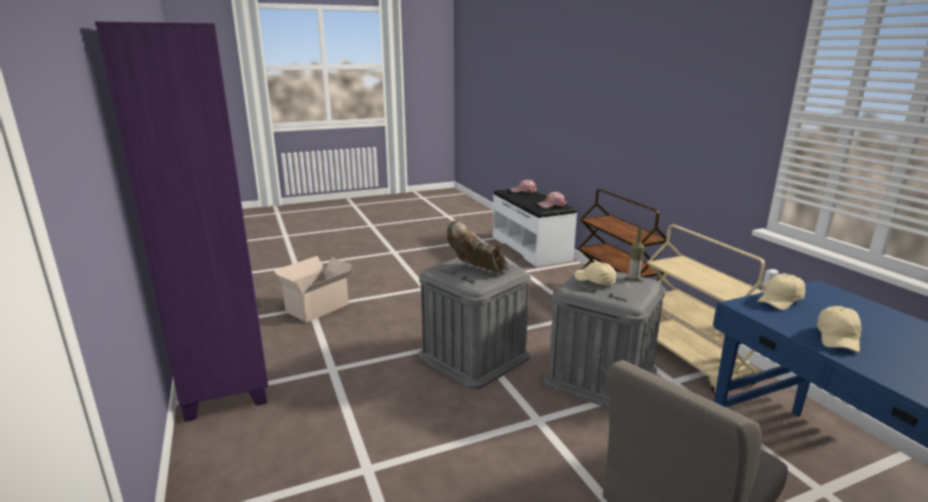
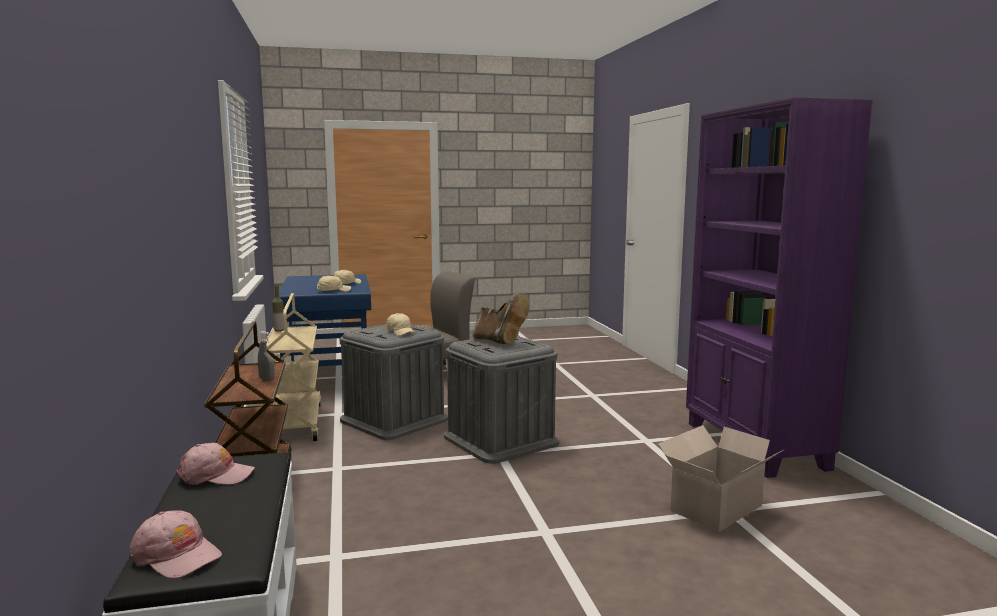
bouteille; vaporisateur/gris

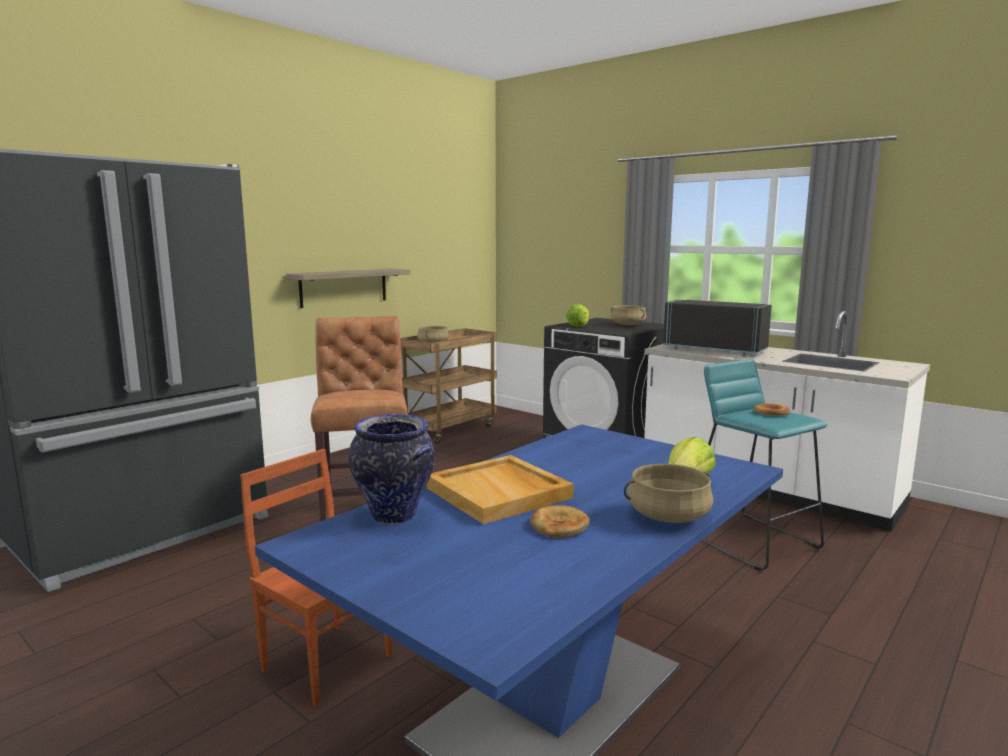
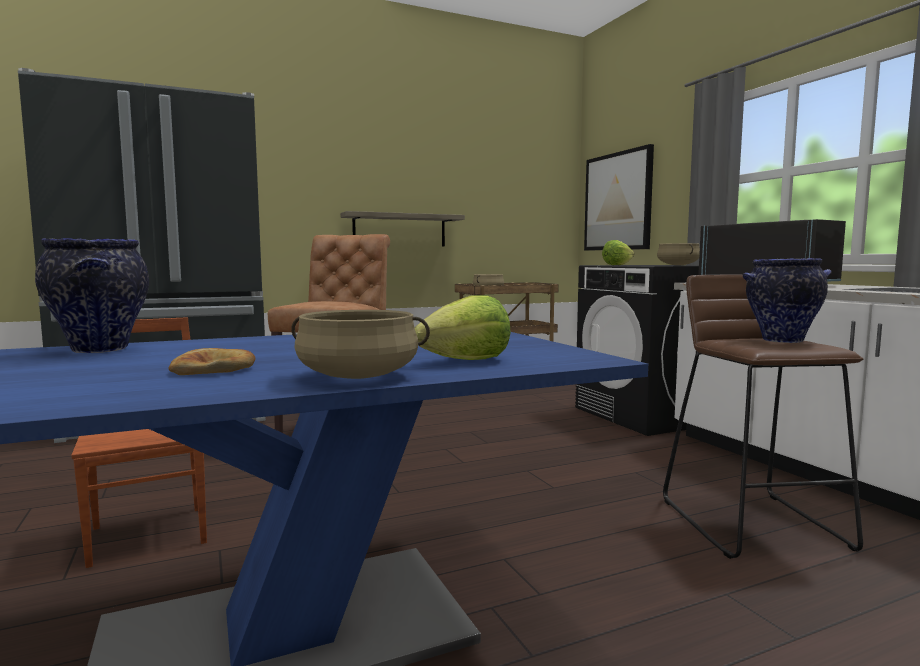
plateau/beige; tabouret/marron (no. 2 from left); vase (no. 2 from left); tableau

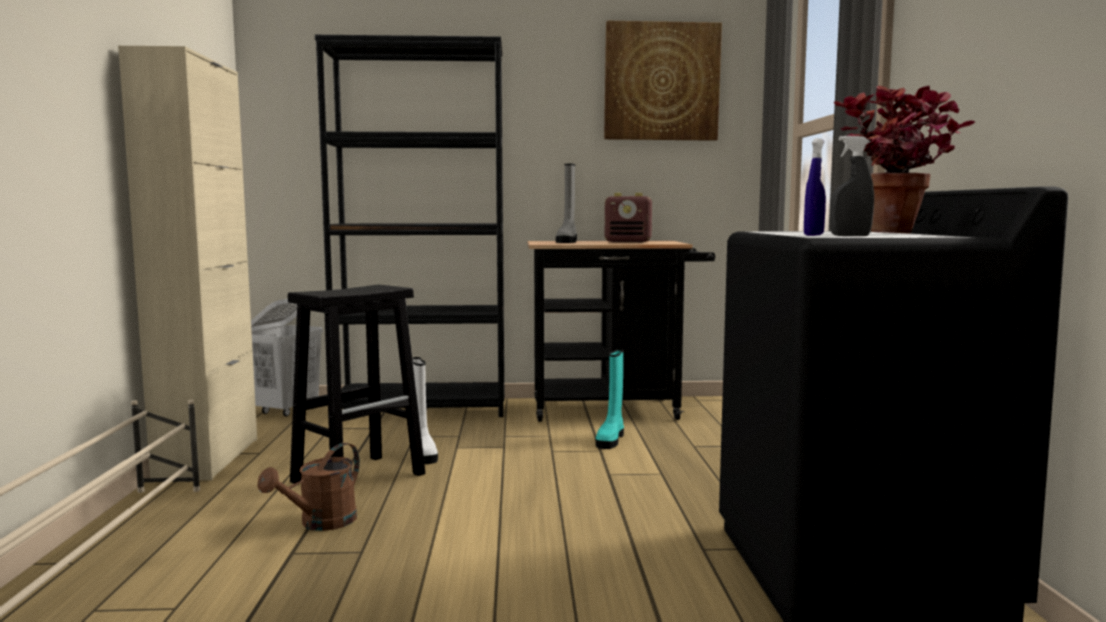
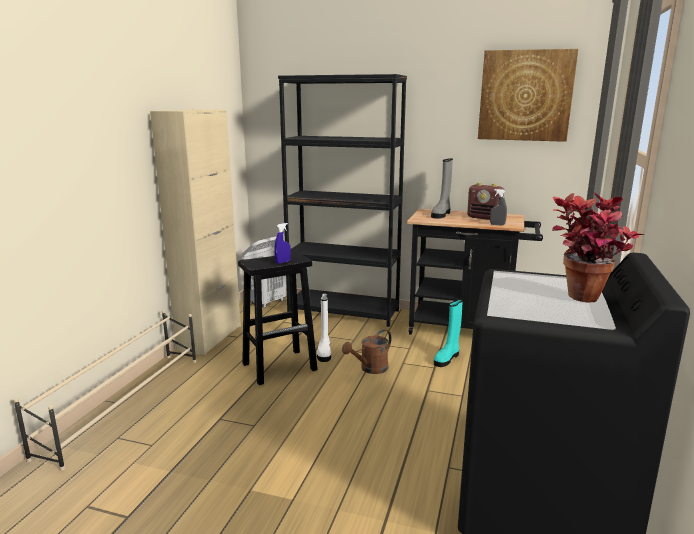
arrosoir/marron; vaporisateur/bleu; vaporisateur/gris

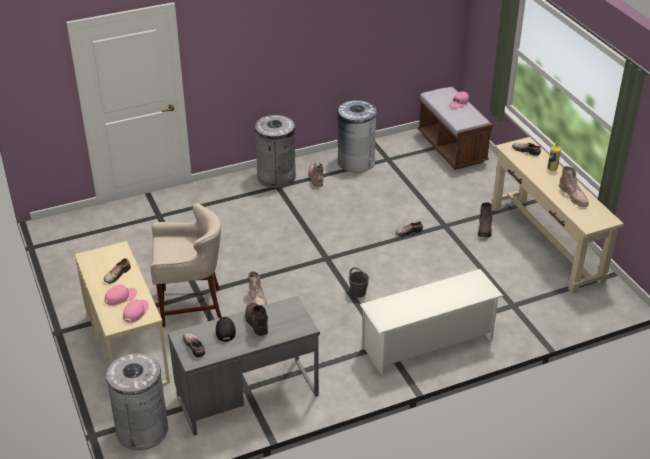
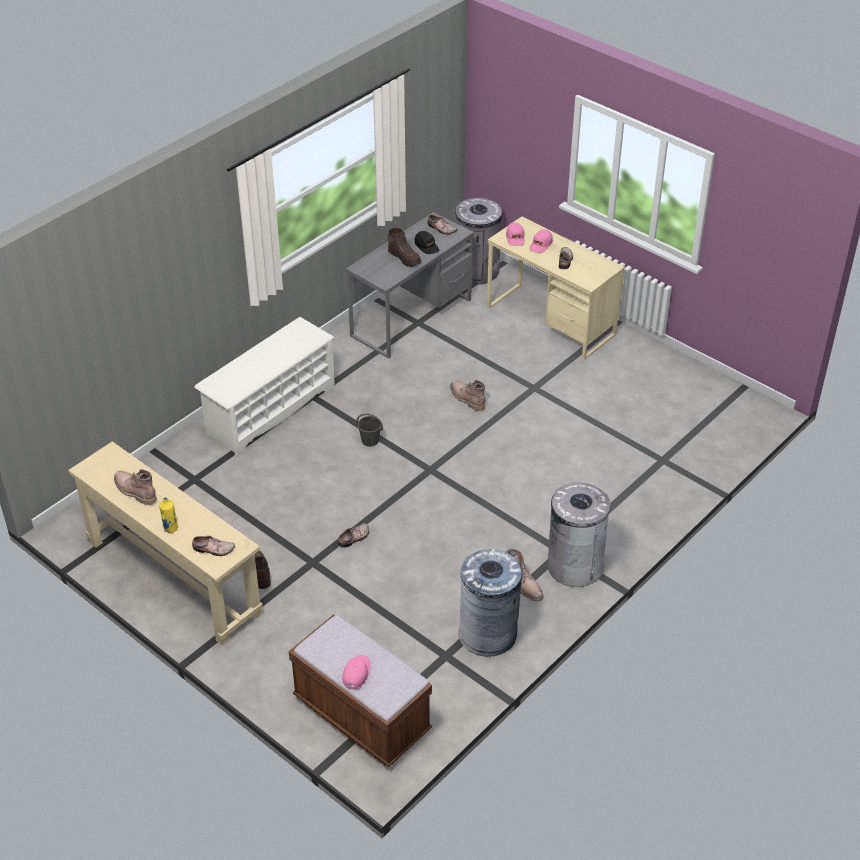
tabouret/beige

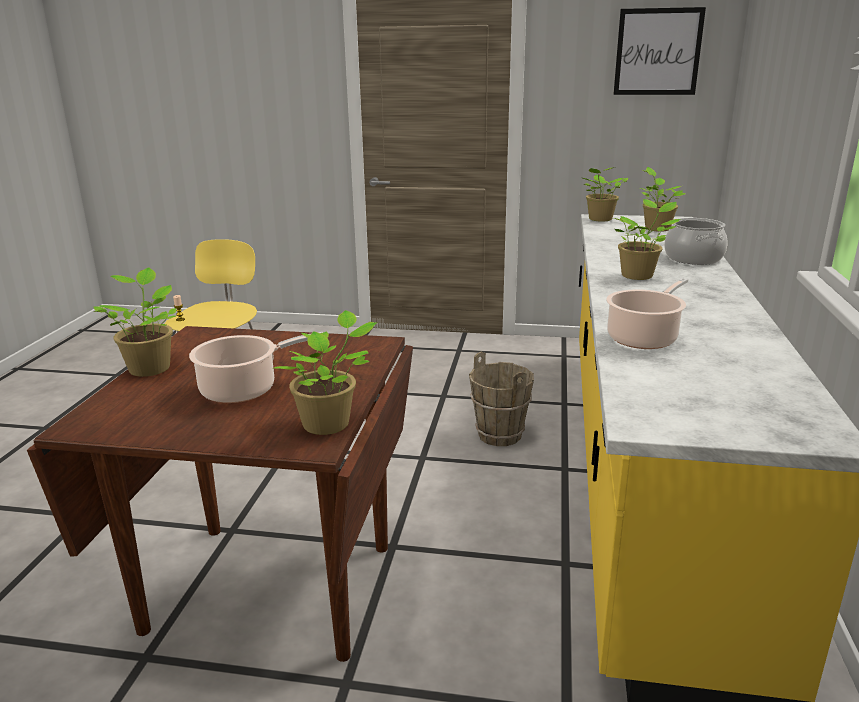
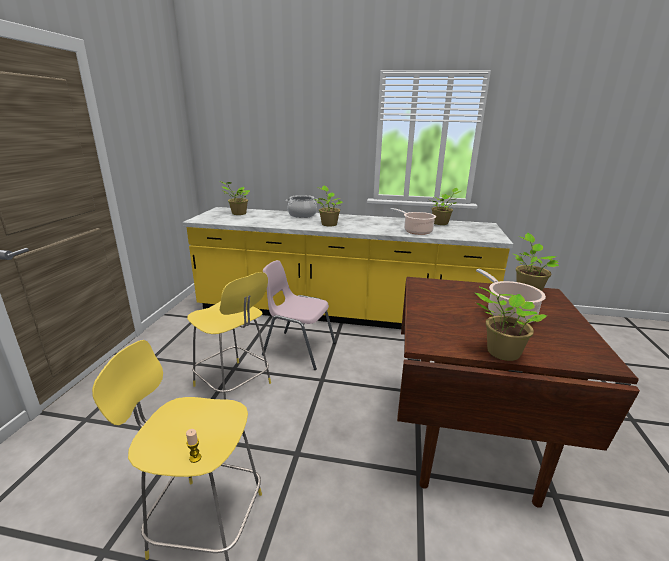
chaise/rose; plante en pot (no. 3 from left); tableau; tabouret/jaune (no. 2 from left)

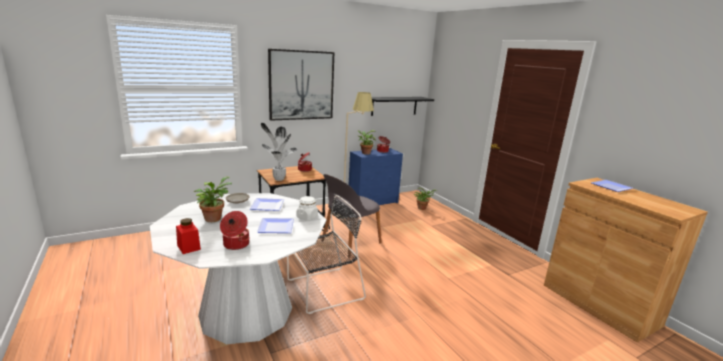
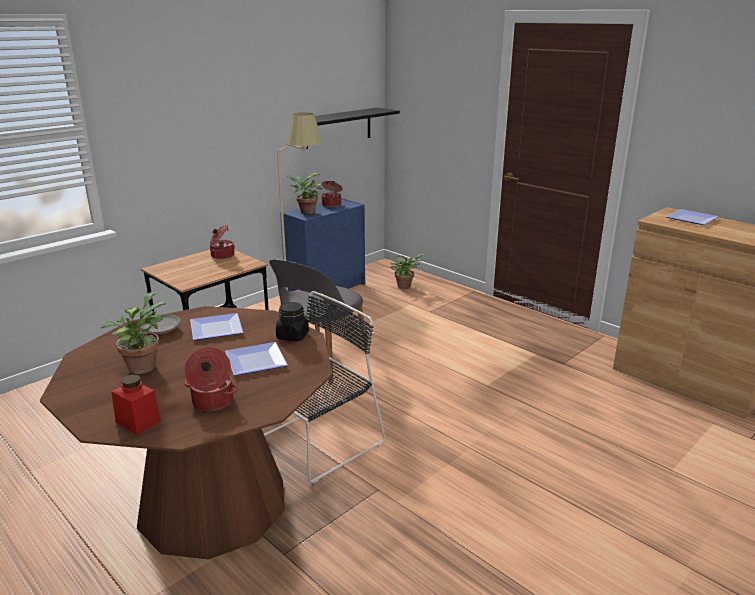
table à manger/marron; plante en pot (no. 2 from left in the first image); tableau; bocal/noir

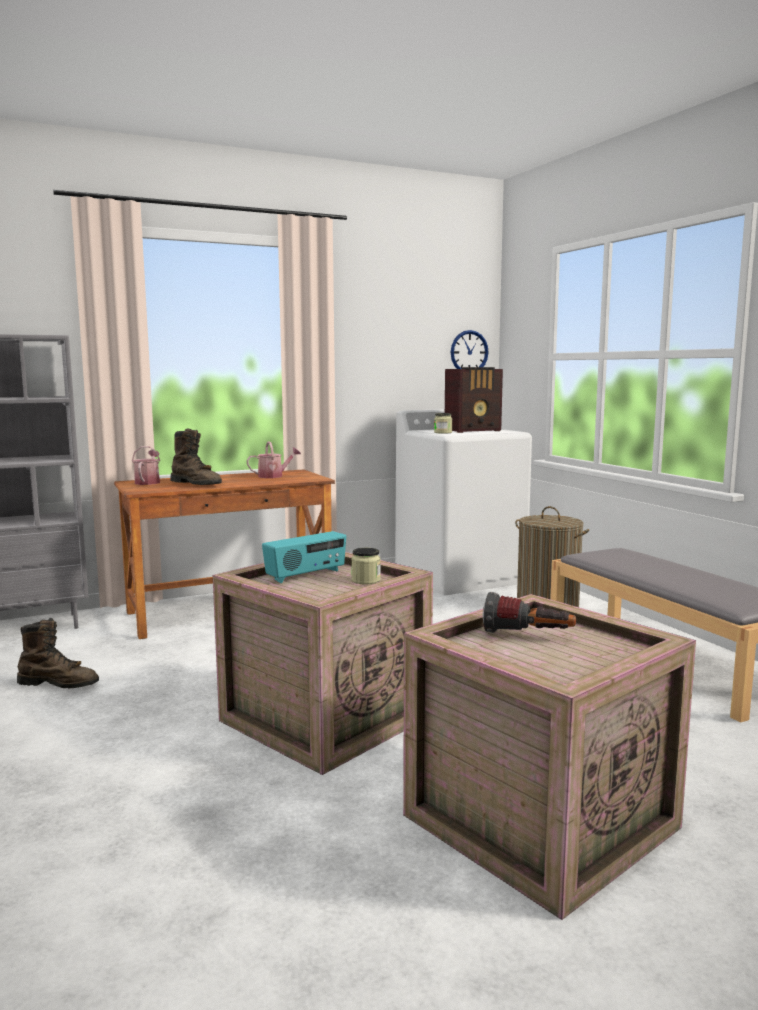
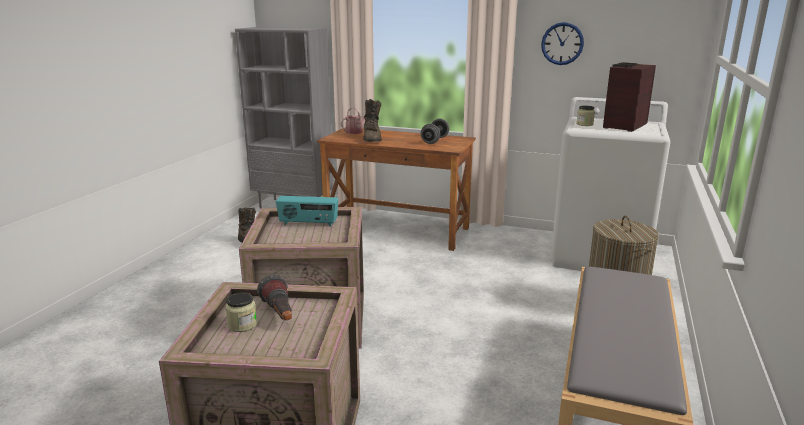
haltère/gris; bocal (no. 1 from left); radio (no. 2 from left); horloge murale

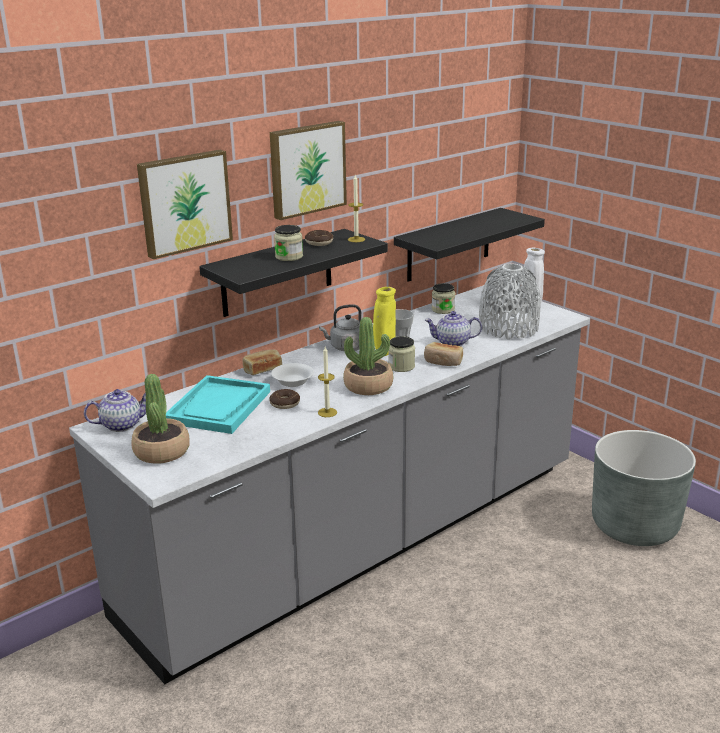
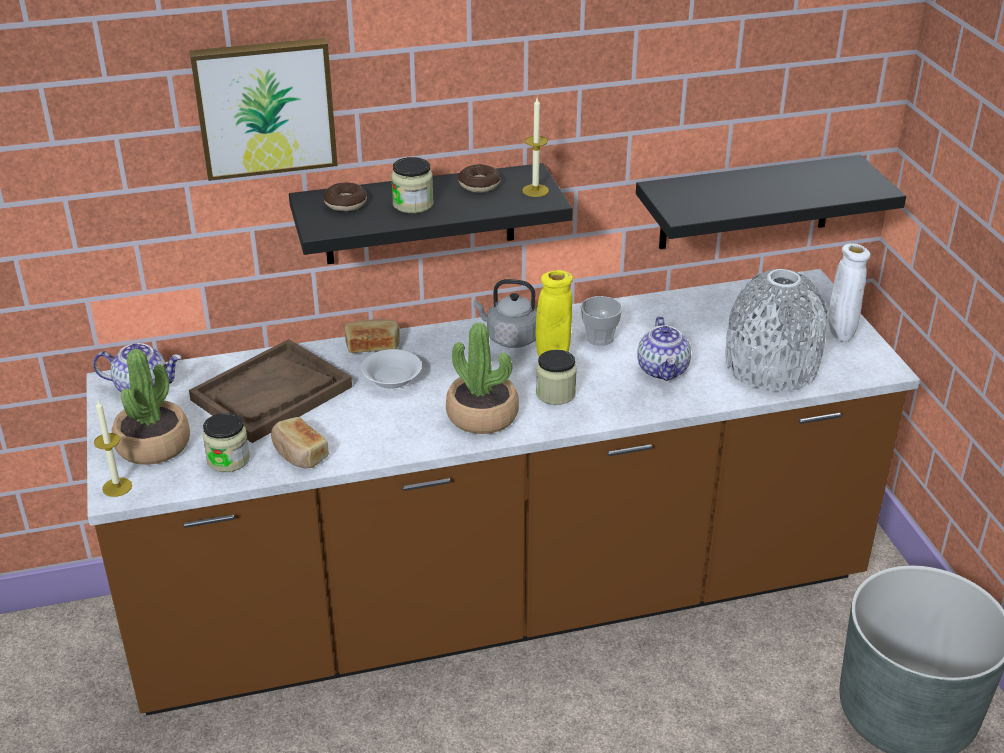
comptoir de cuisine/marron; plateau/marron; beignet (no. 1 from left); tableau (no. 2 from left in the first image); bougie (no. 1 from left); pain (no. 1 from left); théière (no. 2 from left); bocal (no. 1 from left)

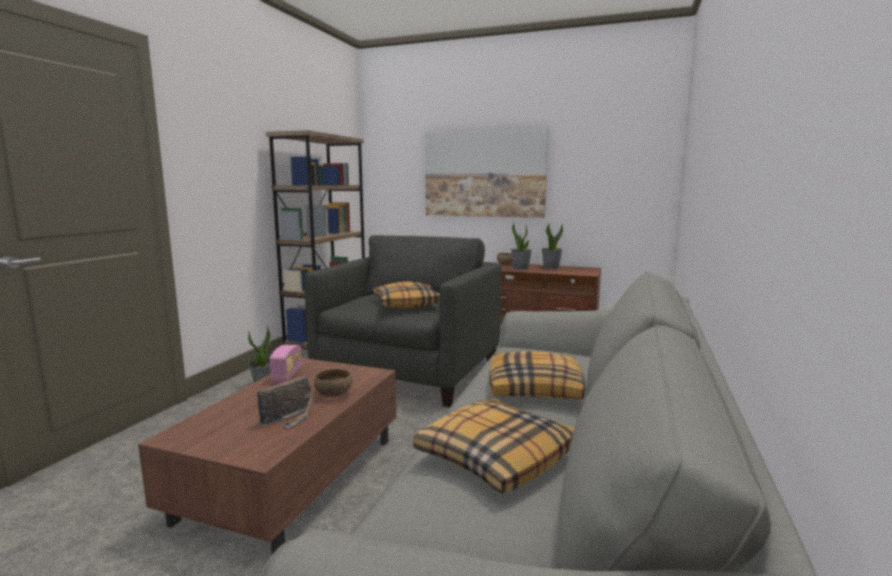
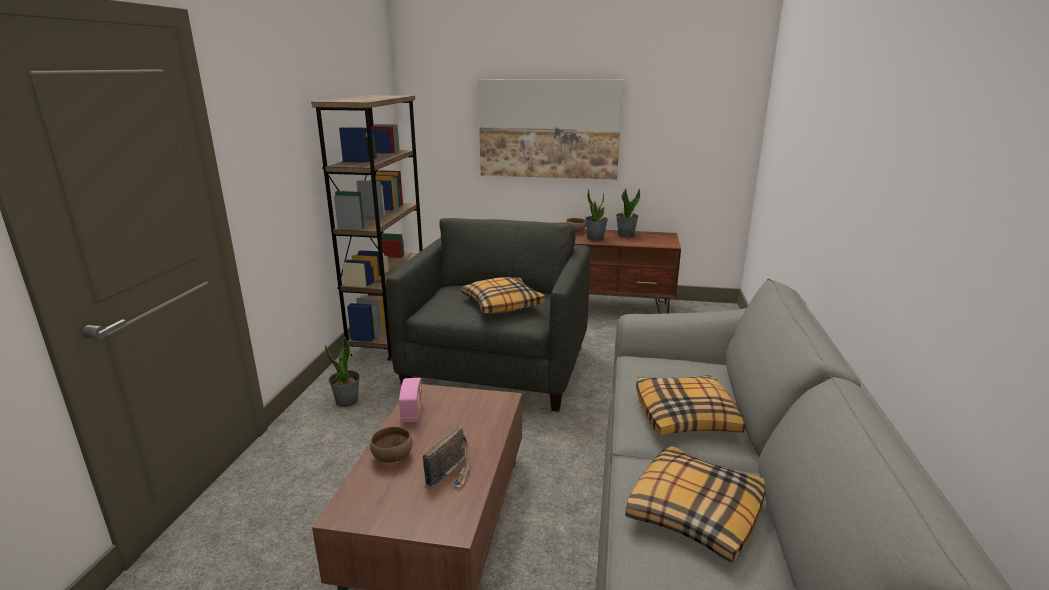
bol/marron (no. 1 from left)

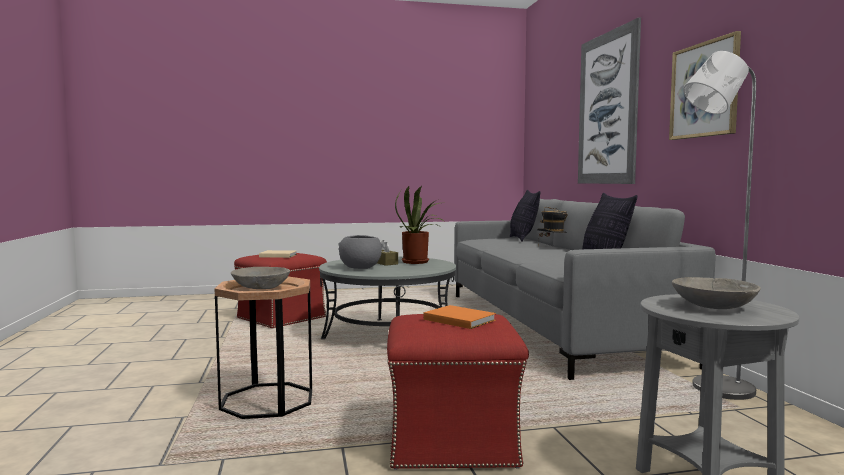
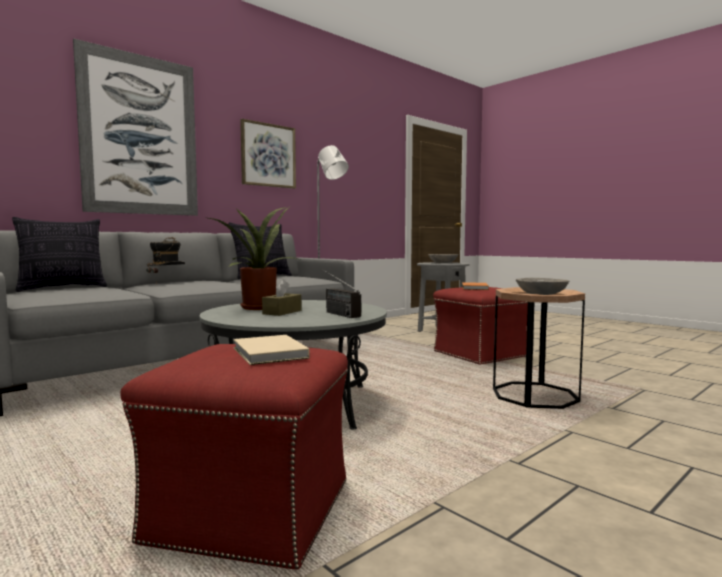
radio

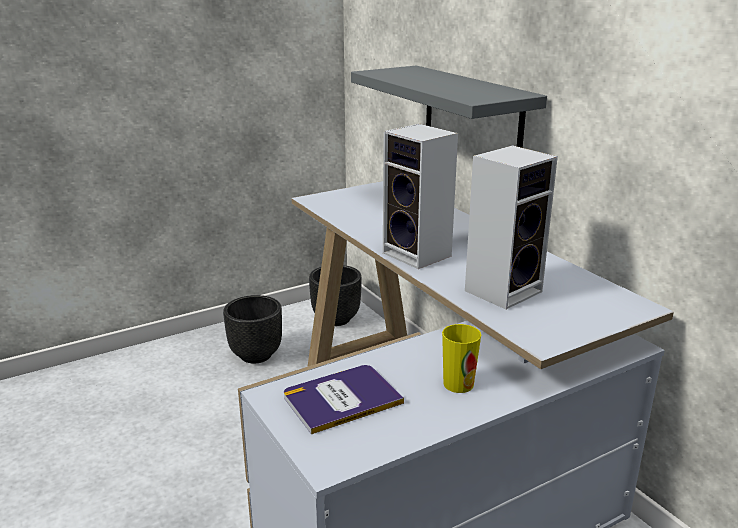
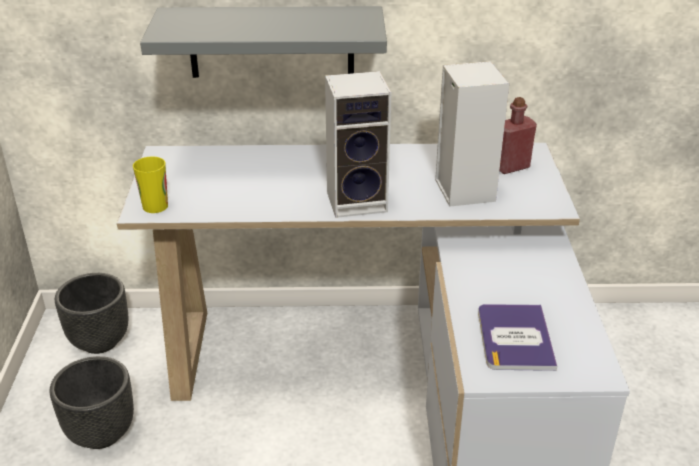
tasse; bouteille/rouge

